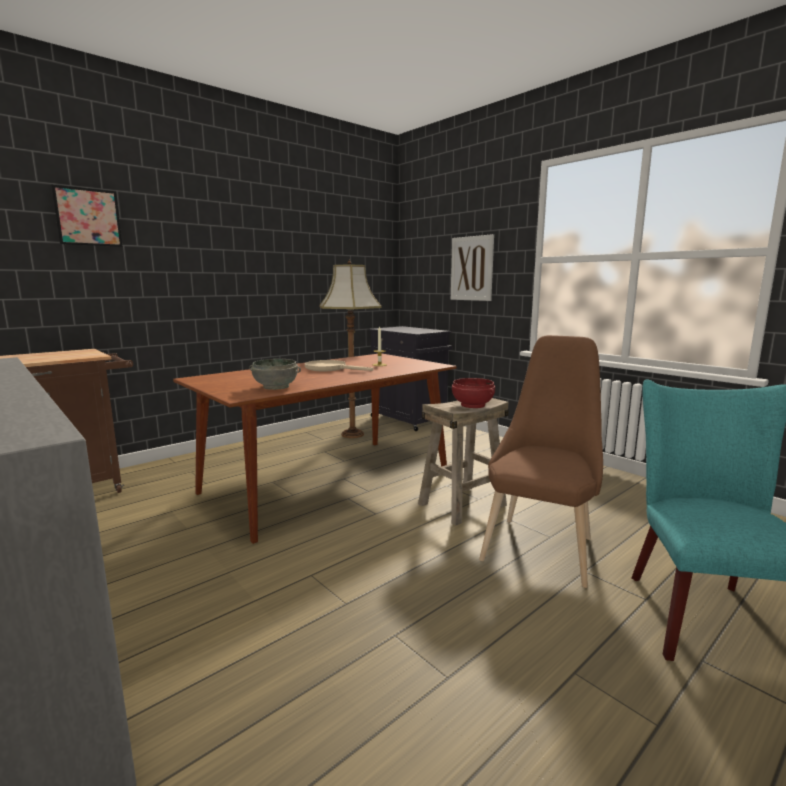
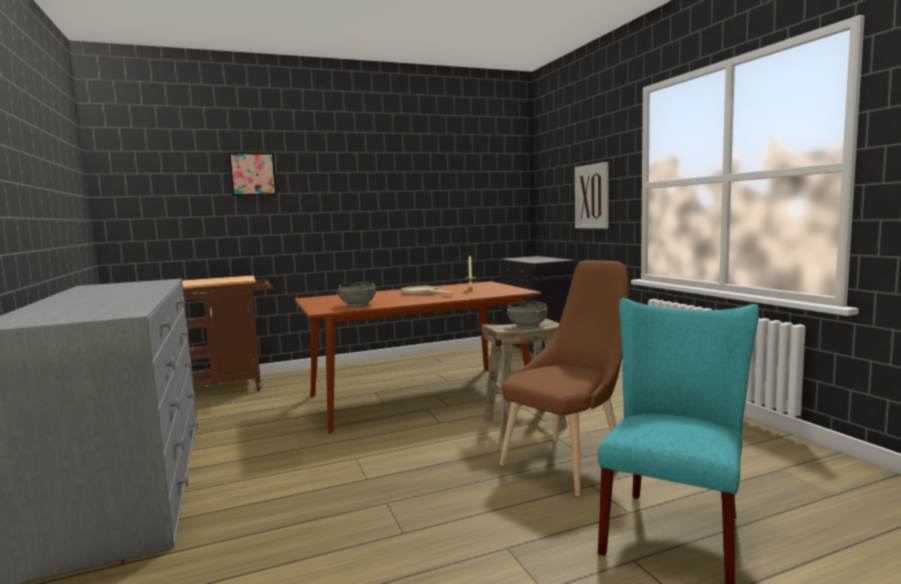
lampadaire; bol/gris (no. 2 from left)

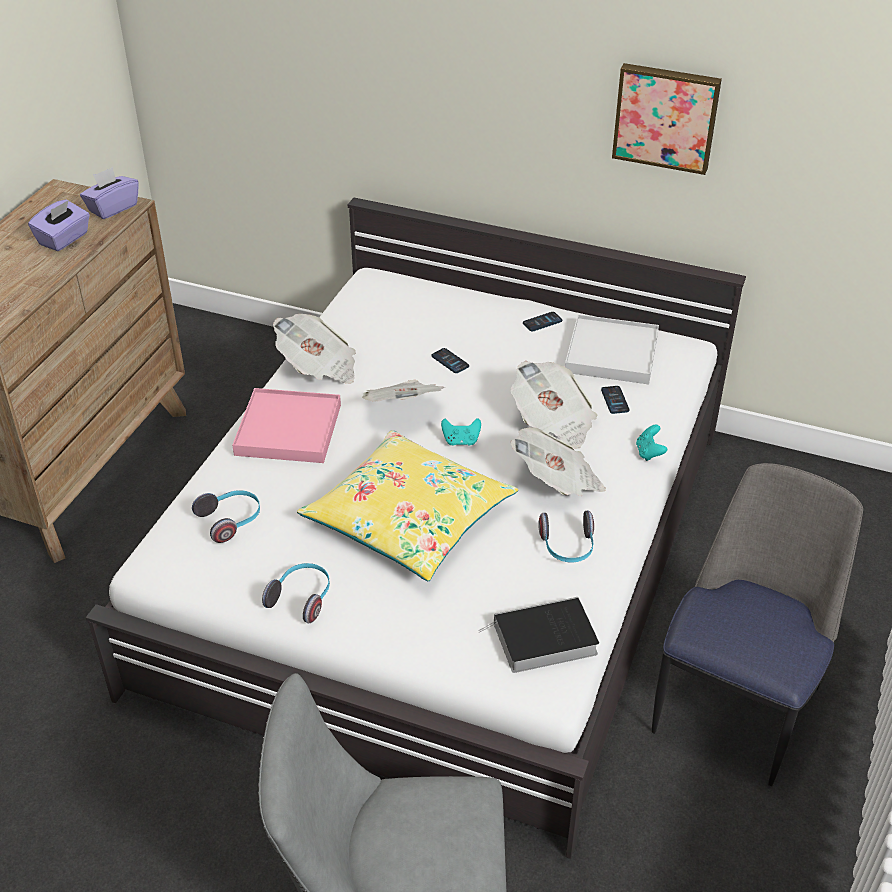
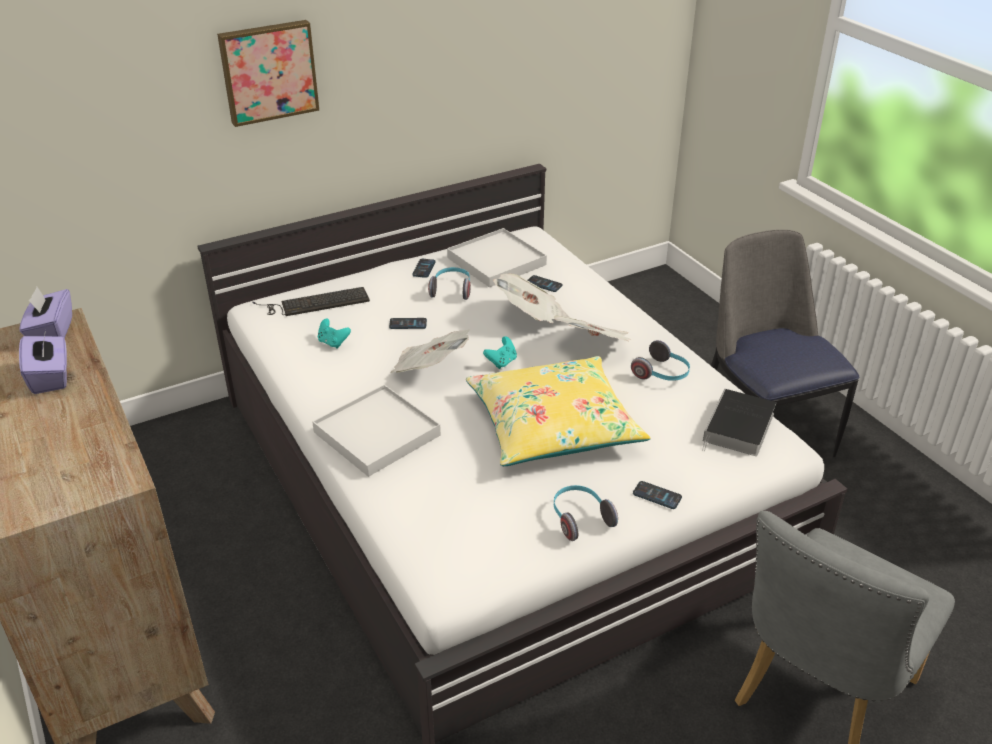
casque audio (no. 1 from left); plateau/blanc (no. 1 from left); journal (no. 1 from left in the first image); tableau; manette/turquoise (no. 1 from left); clavier; téléphone (no. 4 from left)

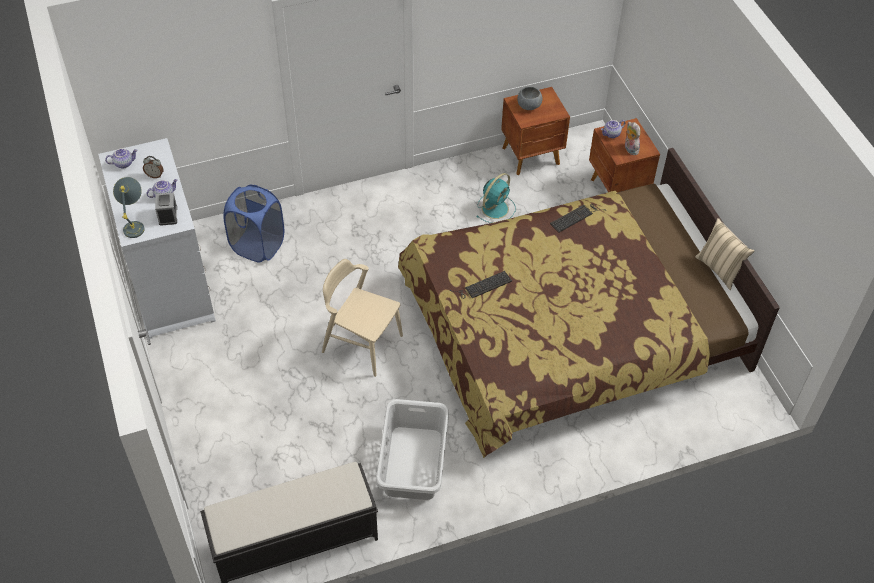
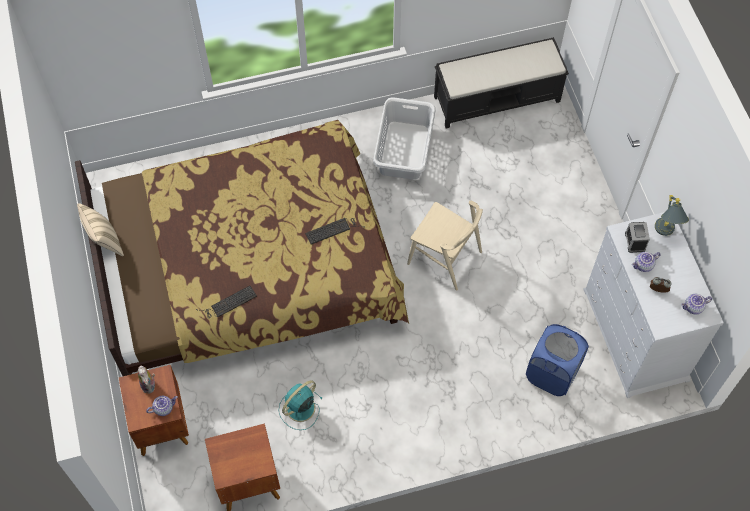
bol/gris

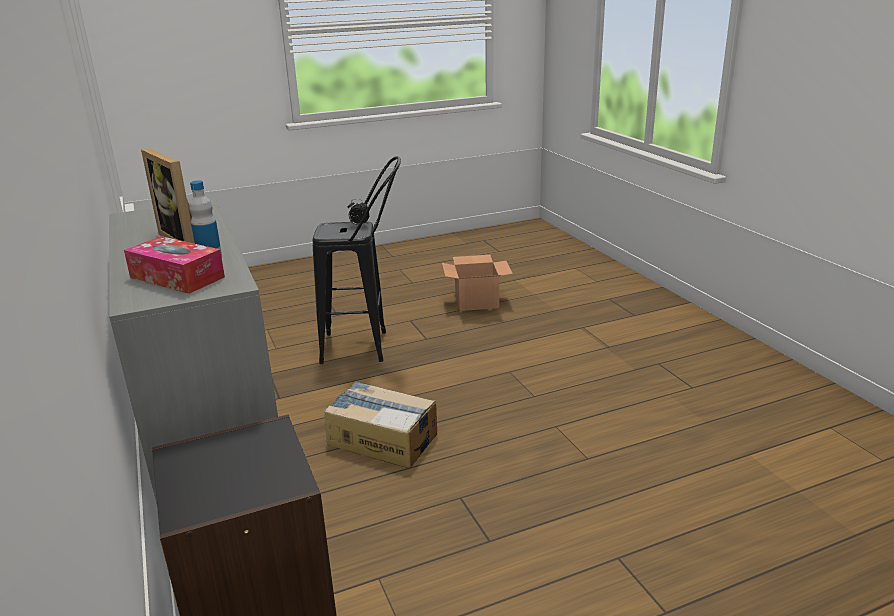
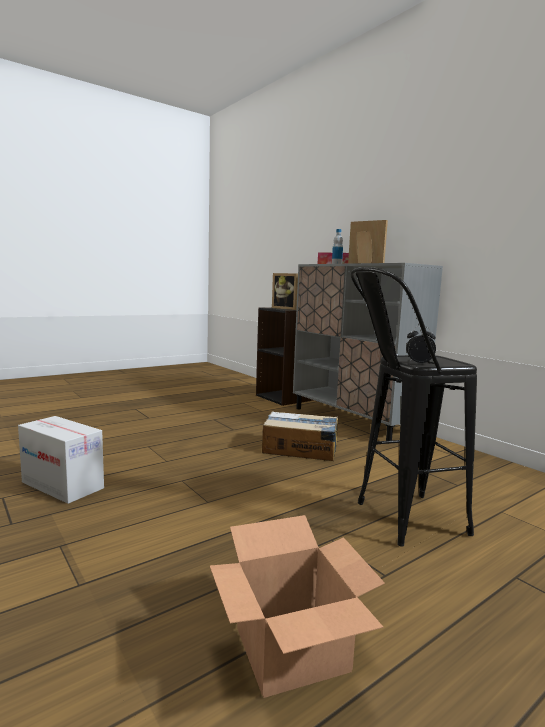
carton (no. 1 from left); cadre photo (no. 1 from left)

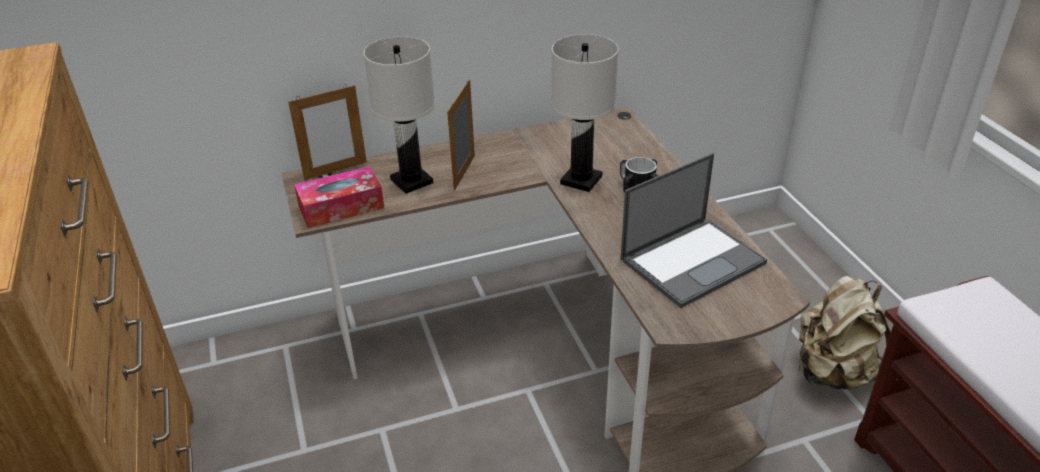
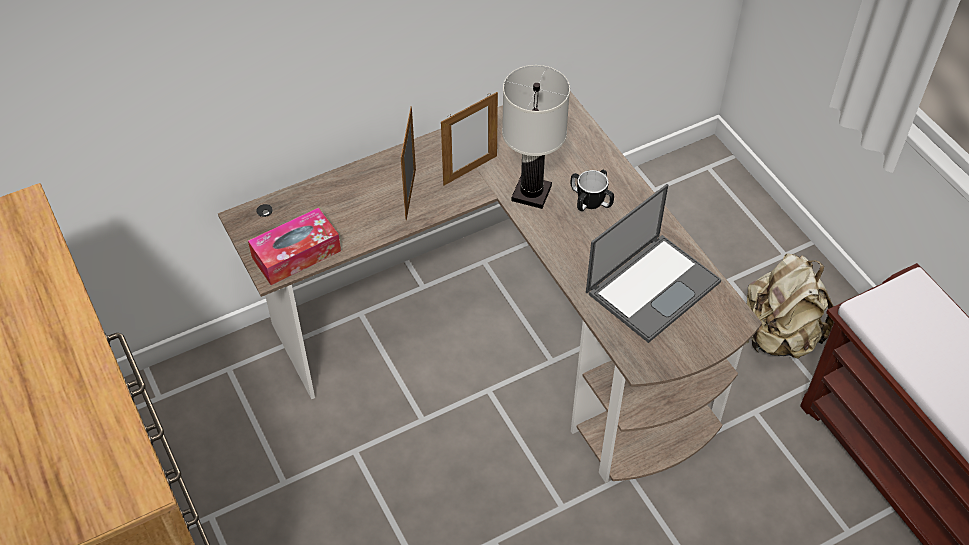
cadre photo (no. 2 from left); lampe de table/blanc (no. 1 from left in the first image)

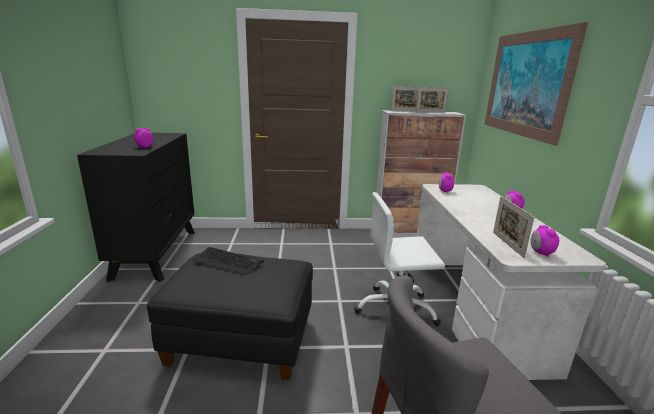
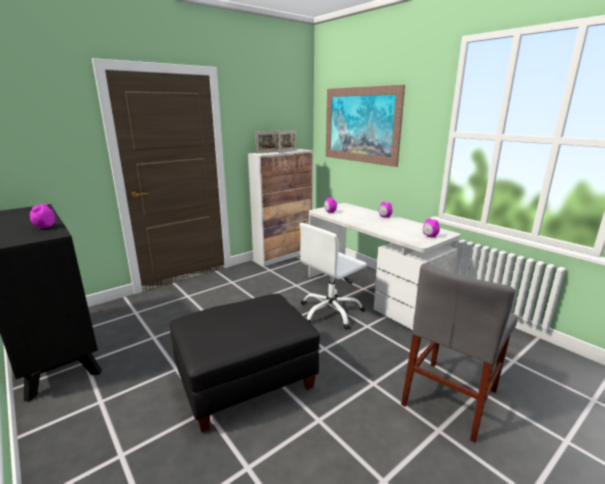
clavier; cadre photo (no. 3 from left in the first image)

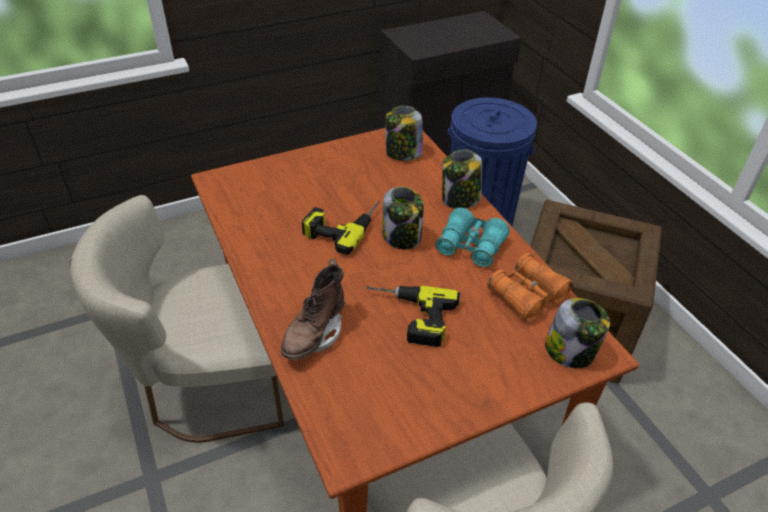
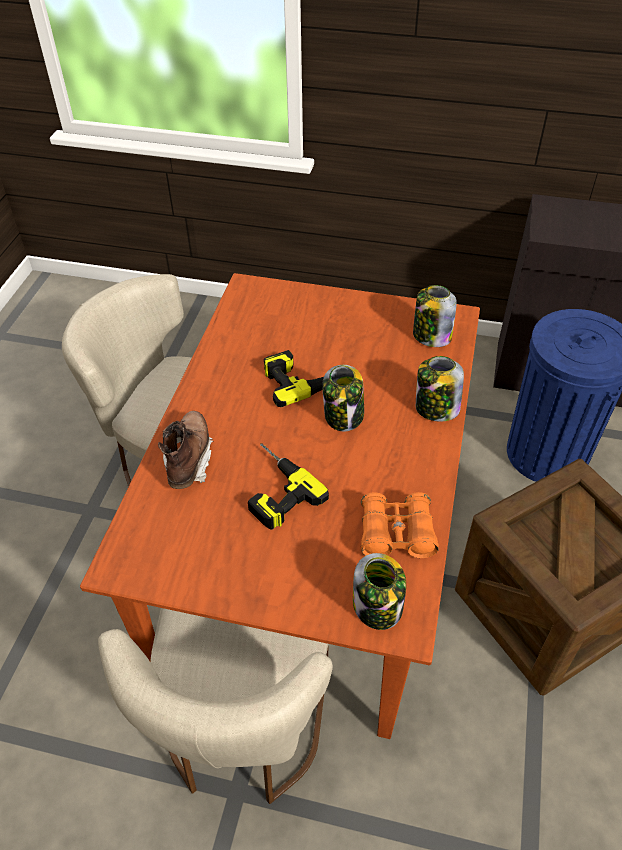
botte/marron; jumelles/turquoise

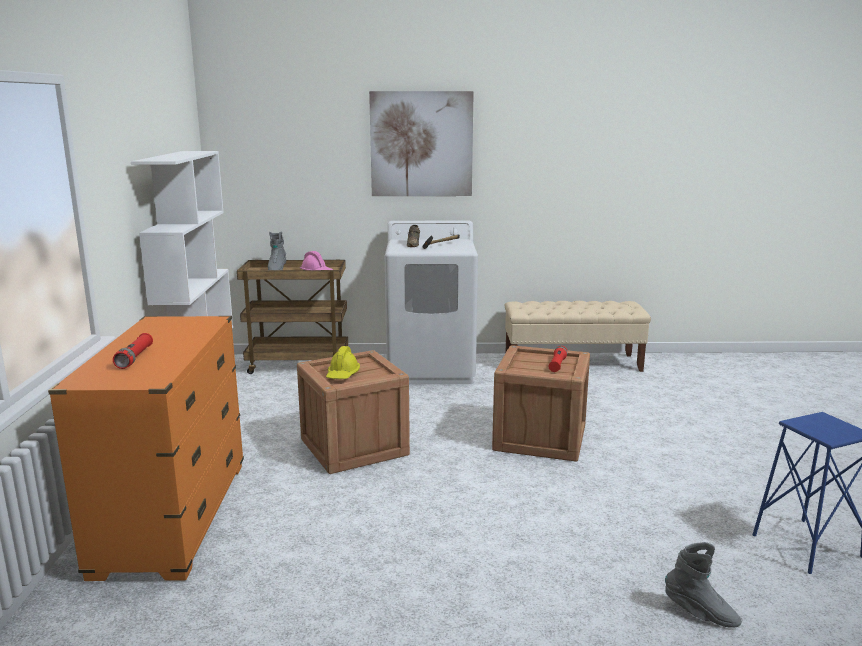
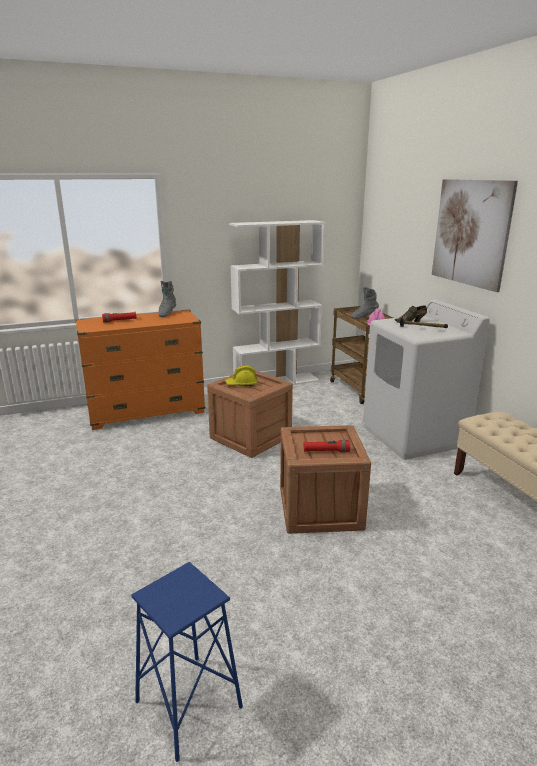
botte/gris (no. 1 from left)

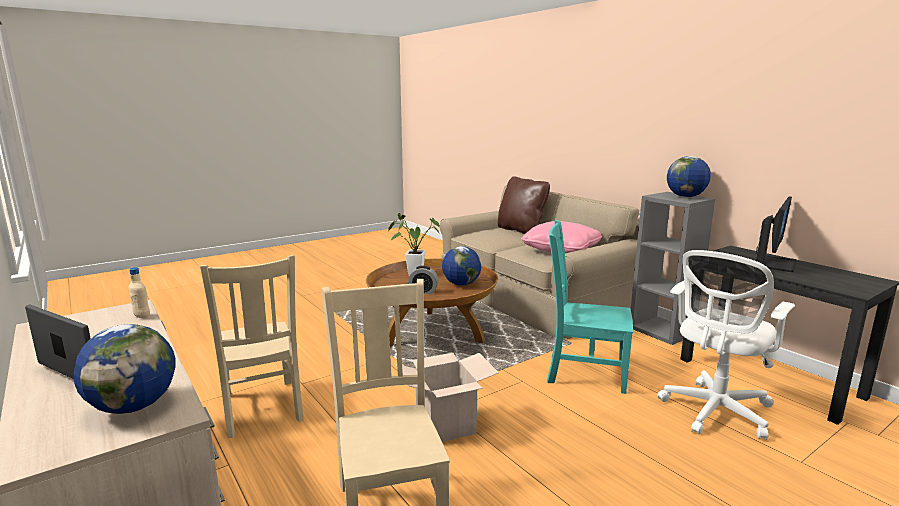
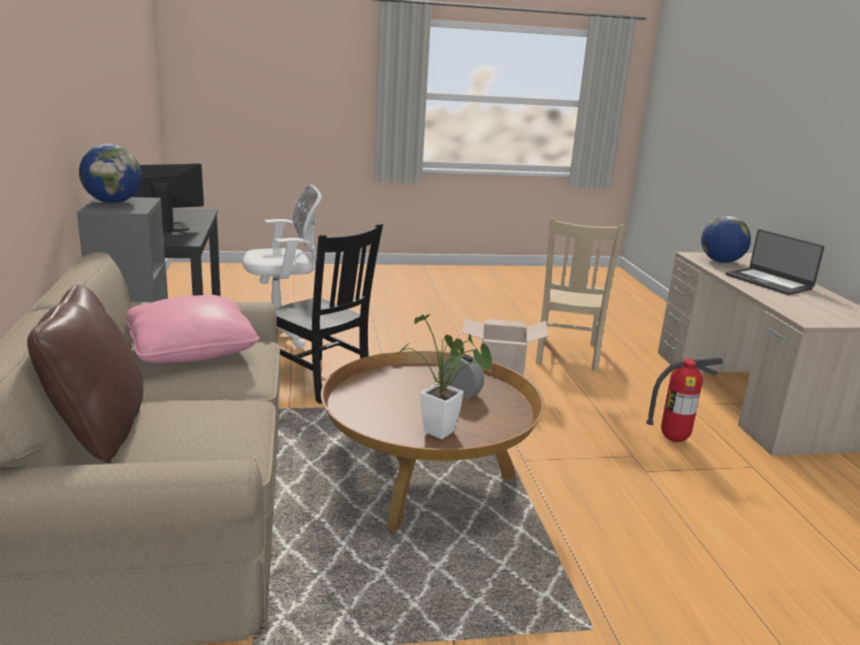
bouteille/beige; extincteur; globe (no. 2 from left in the first image); chaise/noir

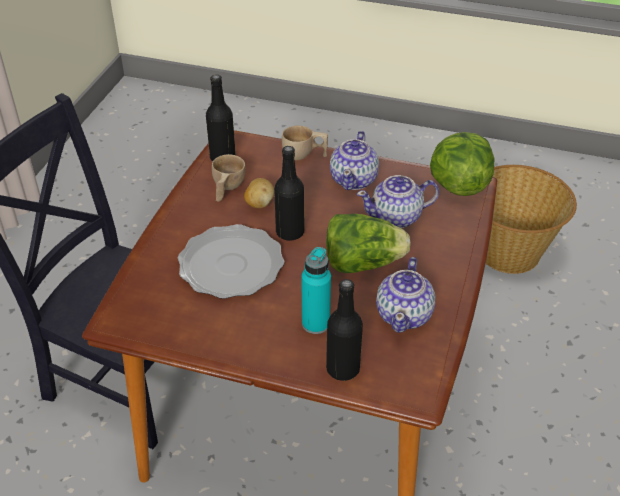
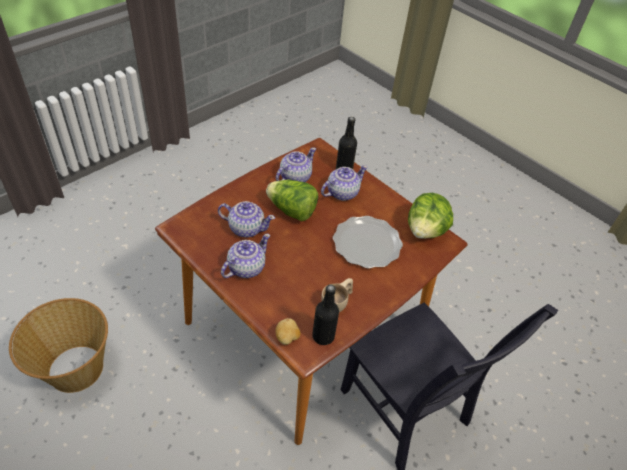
pomme de terre; bouteille/noir (no. 2 from left in the first image); tasse/beige (no. 2 from left in the first image); théière (no. 4 from left); laitue (no. 2 from left)

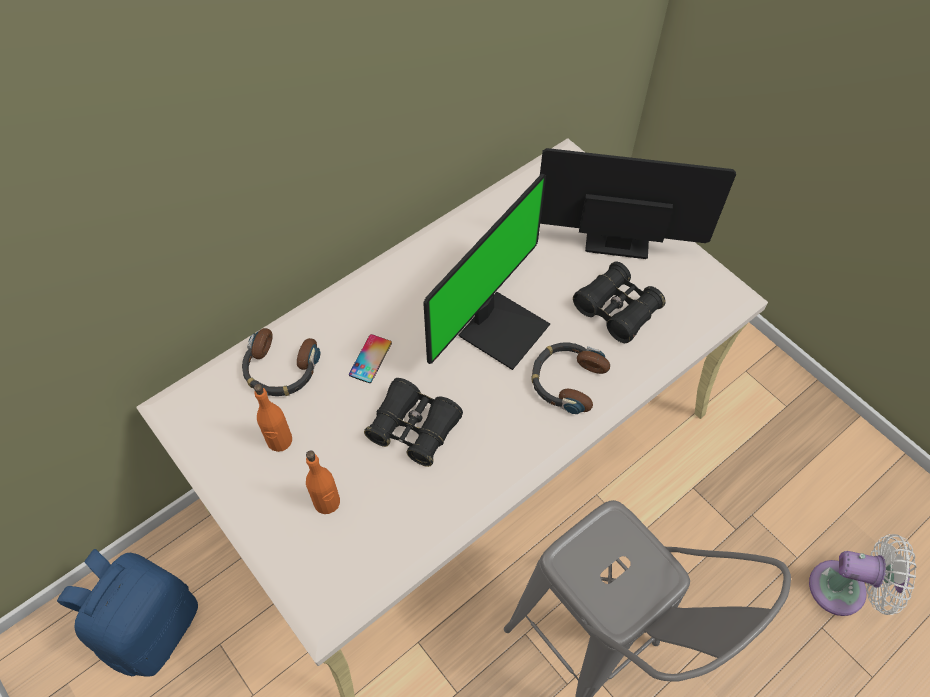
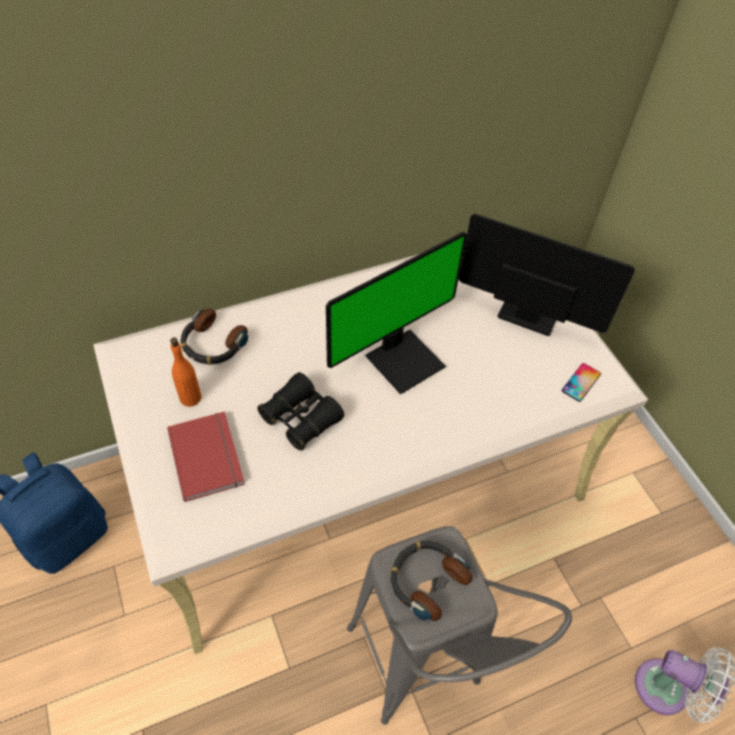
livre/rouge; téléphone; casque audio (no. 2 from left); jumelles/noir (no. 2 from left in the first image)

